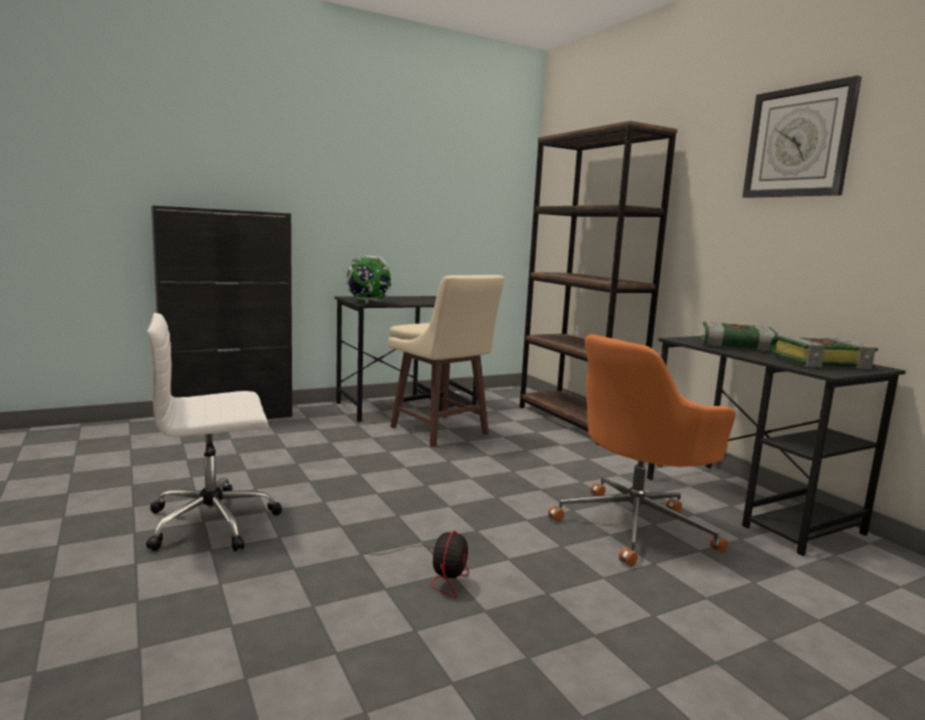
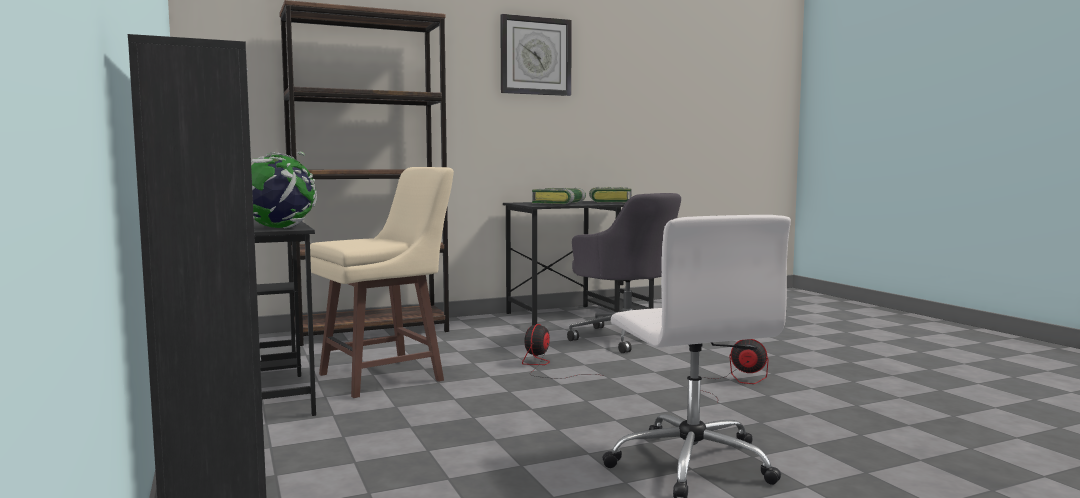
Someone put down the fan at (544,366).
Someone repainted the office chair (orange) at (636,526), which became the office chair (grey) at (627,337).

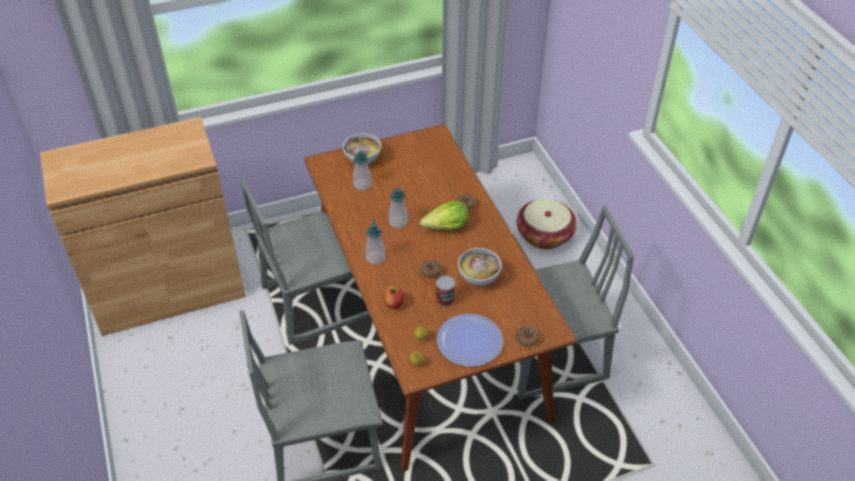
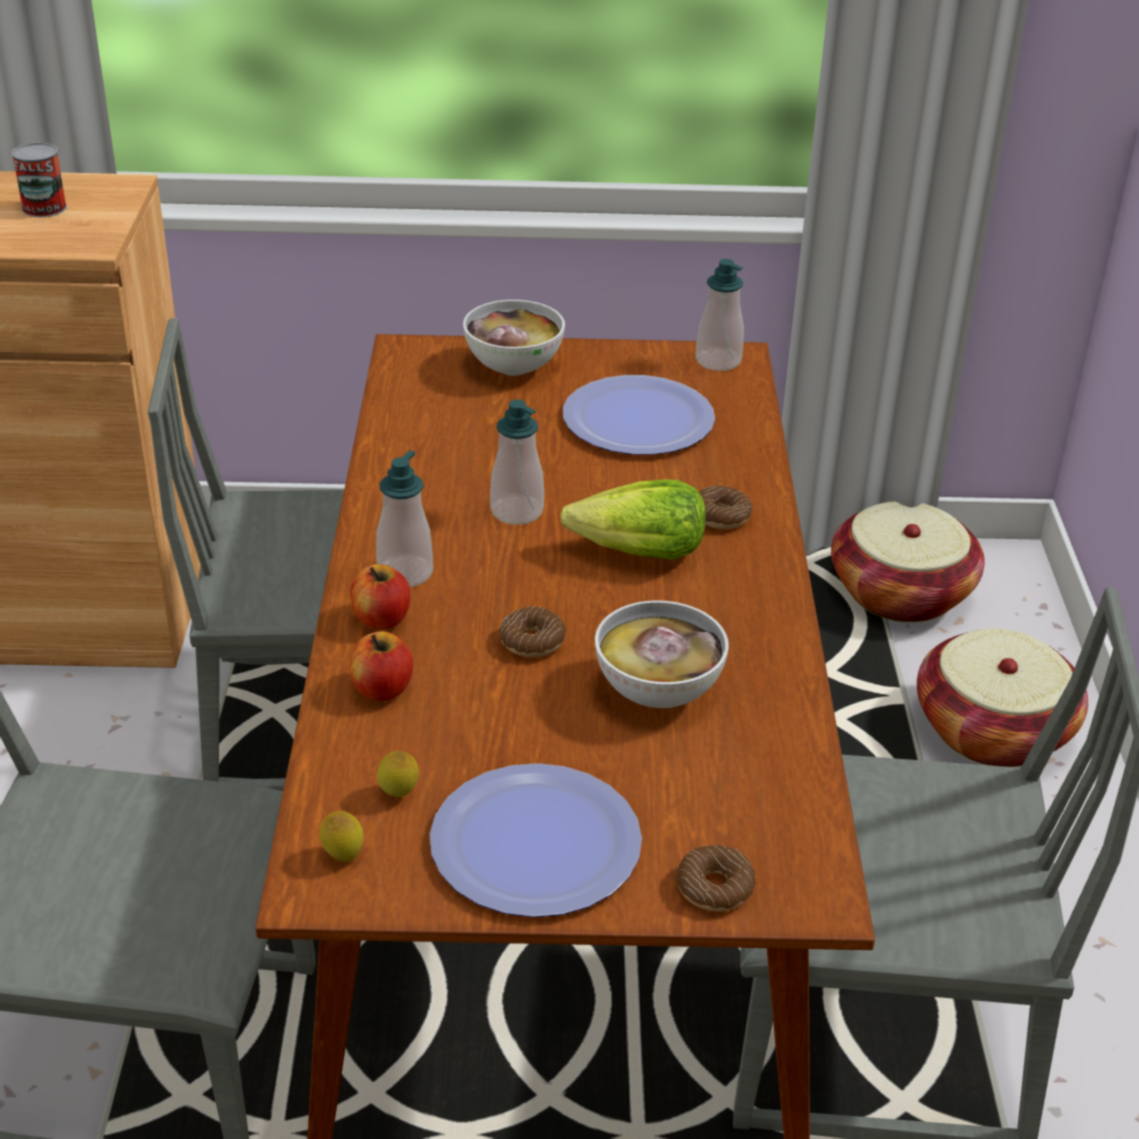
Someone carried the can from (445,299) to (44,208).
Someone put down the apple at (381,619).
Someone put down the plate at (638,419).
Someone carried the soap dispenser from (362,185) to (718,361).
Someone put down the basket at (900,593).

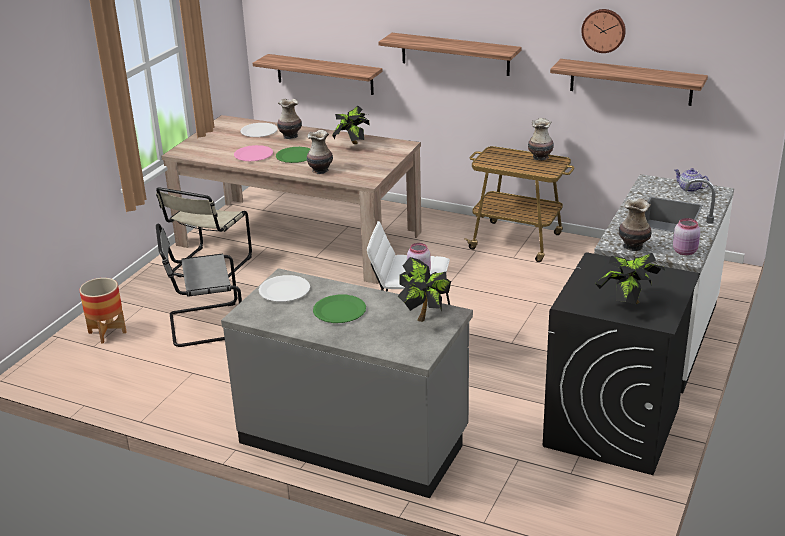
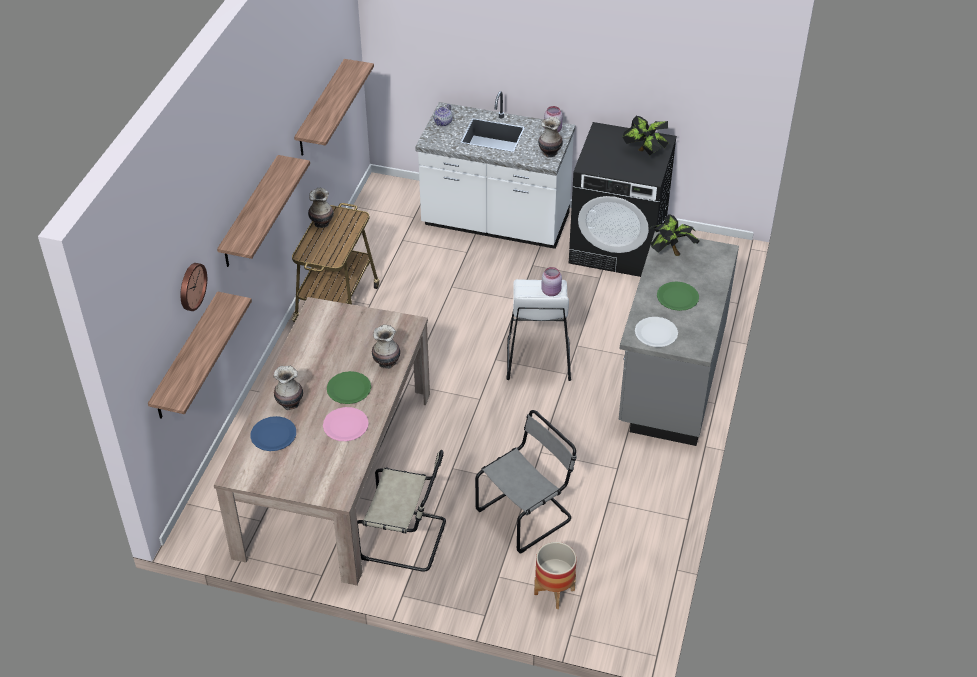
Someone carried the wall clock from (604,30) to (191,286).
Someone repainted the plate (white) at (259,131), which became the plate (blue) at (273,435).
Someone rotated the chair (grey) at (203,325) by 105 degrees counterclockwise.
Someone took away the potted plant at (352,145).

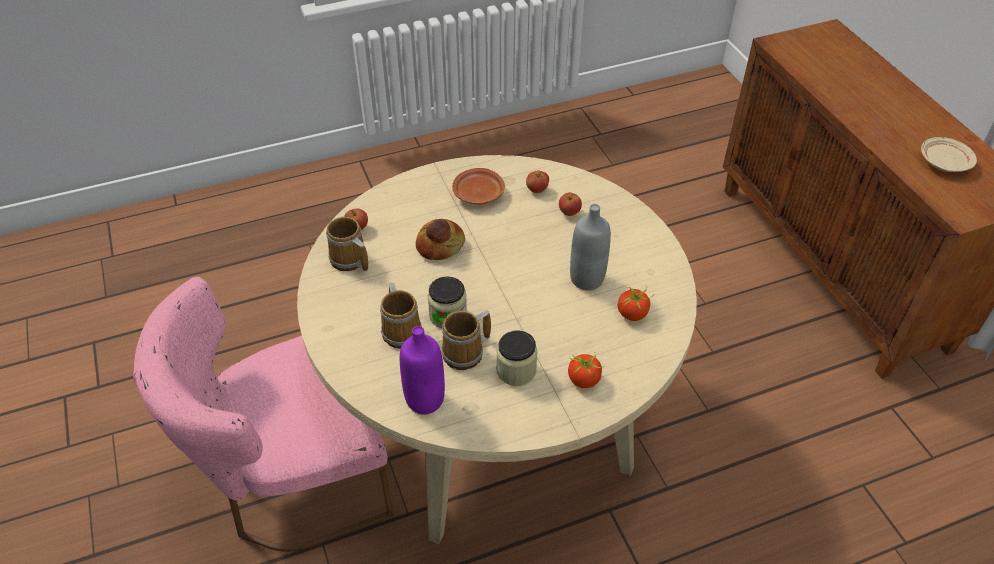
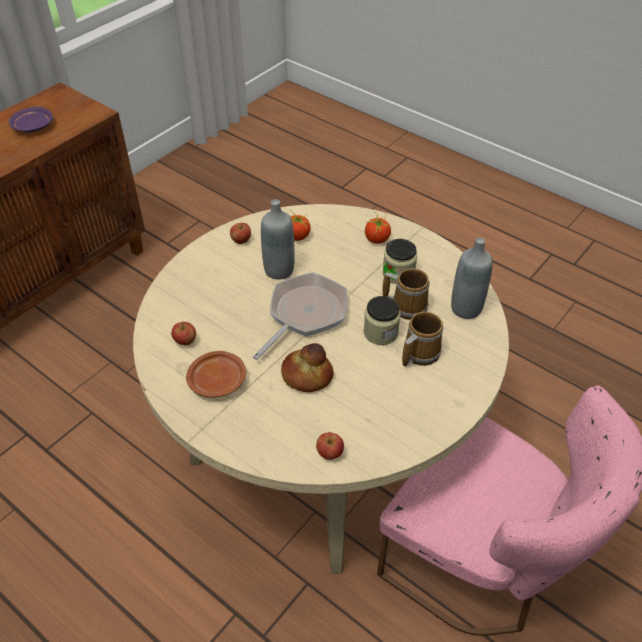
Someone repainted the plate (beige) at (943,162), which became the plate (purple) at (33,127).
Someone carried the apple from (569,212) to (241,240).
Someone put down the frying pan at (304,314).
Someone repainted the bottle (purple) at (425,400), which became the bottle (grey) at (466,308).
Someone took away the mug at (349,260).

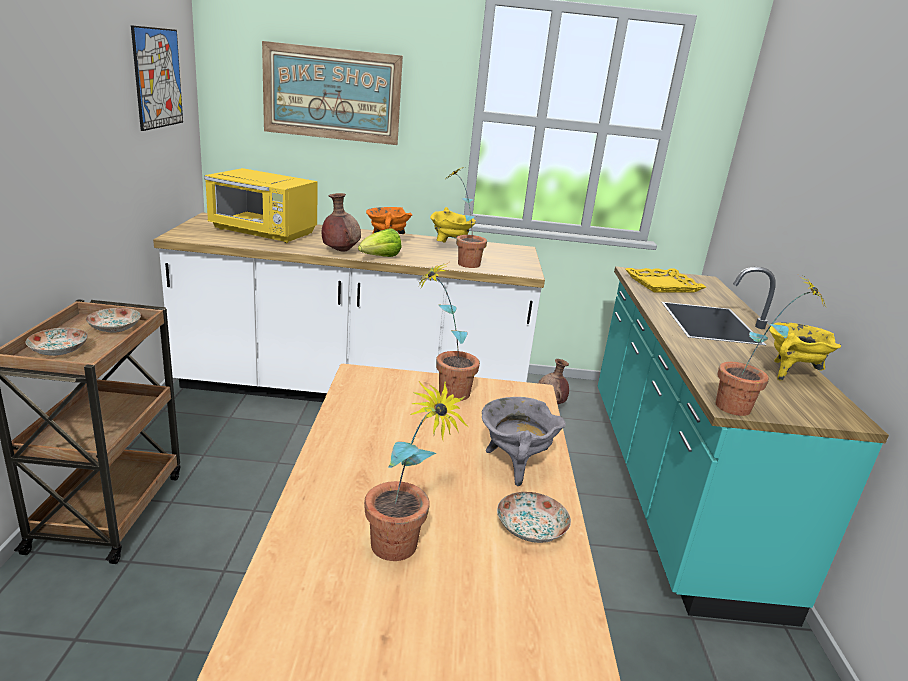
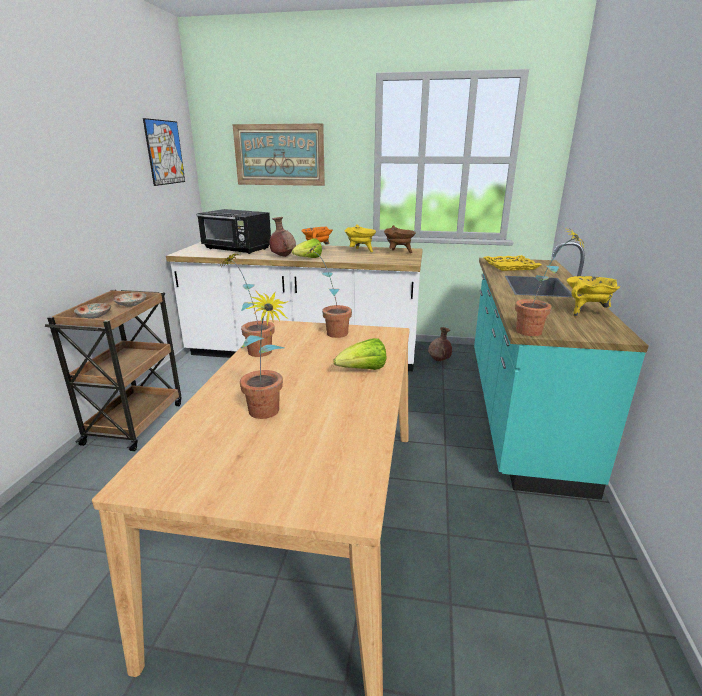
Someone repainted the microwave (yellow) at (264,232), which became the microwave (black) at (237,249).
Someone carried the potted plant from (462,263) to (253,350).
Someone swapped the cooking pot (grey) at (514,464) for the lettuce at (363,370).
Someone put down the cooking pot (brown) at (398,252).
Someone took away the plate at (531,528).

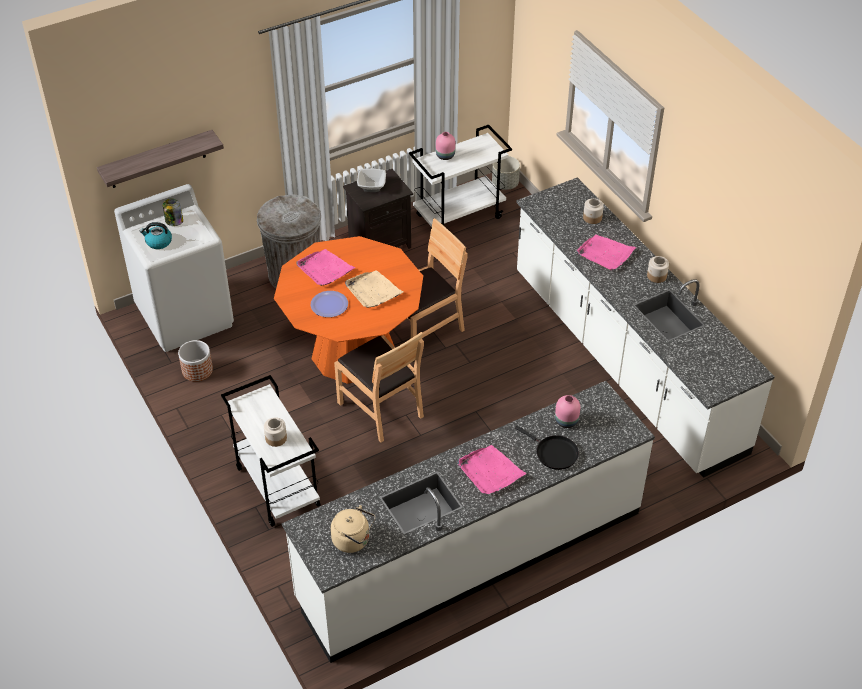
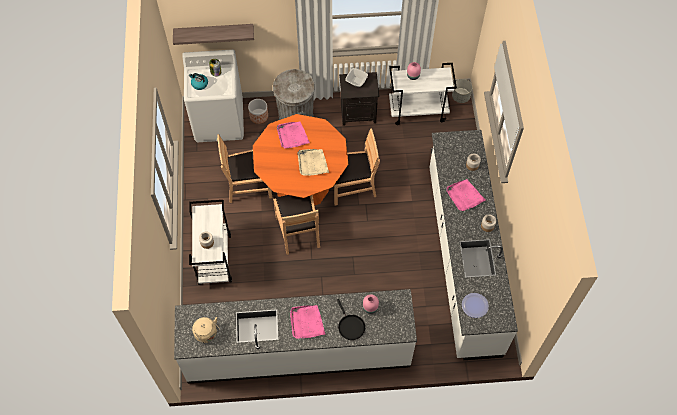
Someone put down the chair (brown) at (249,185).
Someone carried the planter from (197,370) to (258,116).
Someone carried the plate from (329,305) to (475,305).

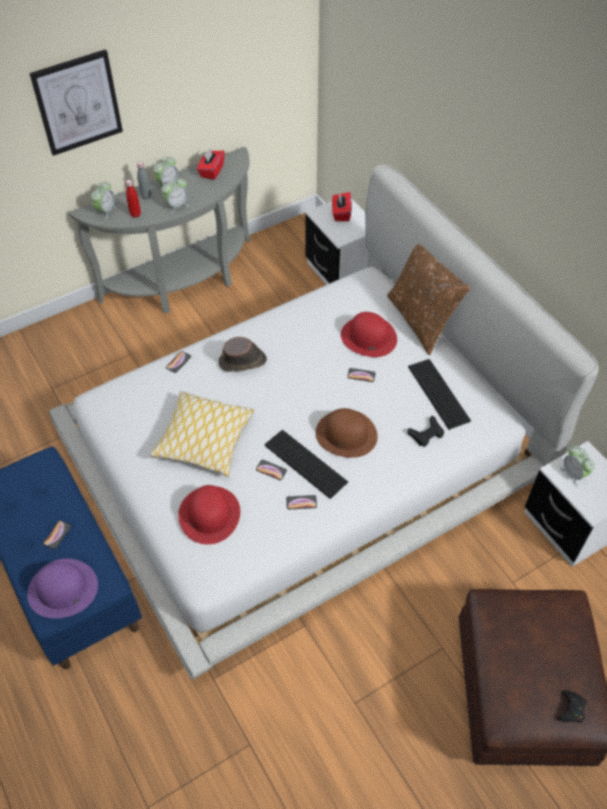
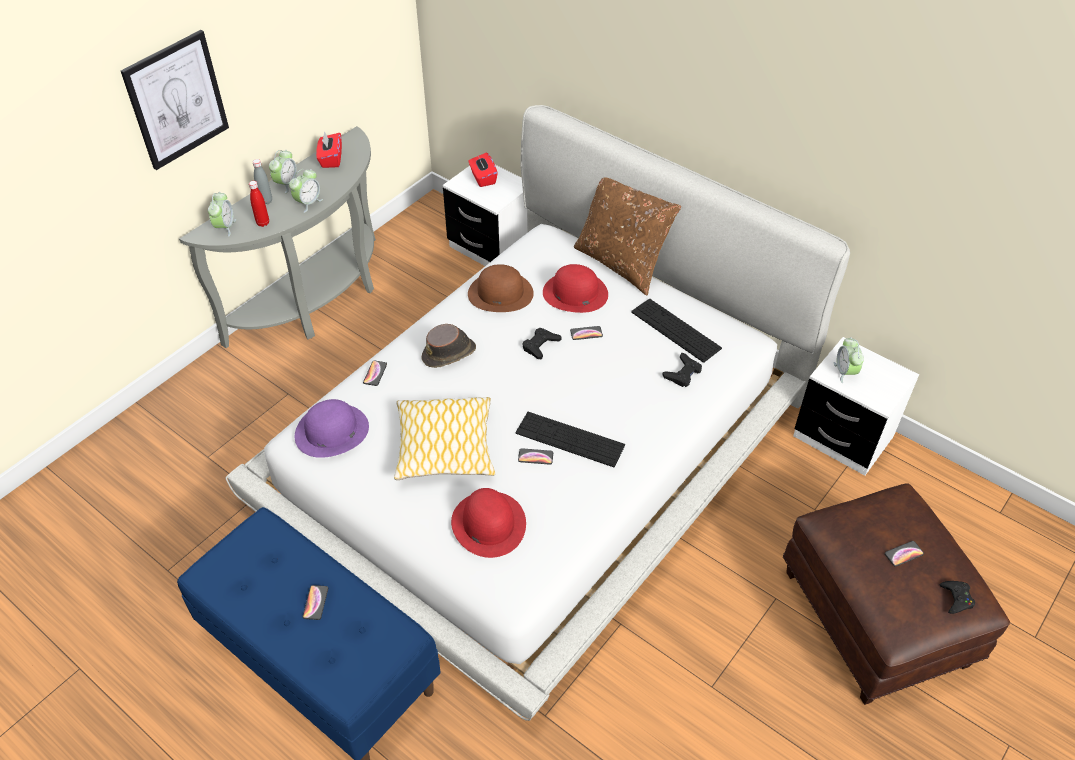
Someone carried the hat (purple) from (62,589) to (331,431).
Someone carried the hat (brown) from (346,434) to (500,293).
Someone put down the game controller (black) at (540,345).
Someone rotated the alarm clock at (573,474) by 45 degrees clockwise.
Someone carried the phone from (301,502) to (903,554).

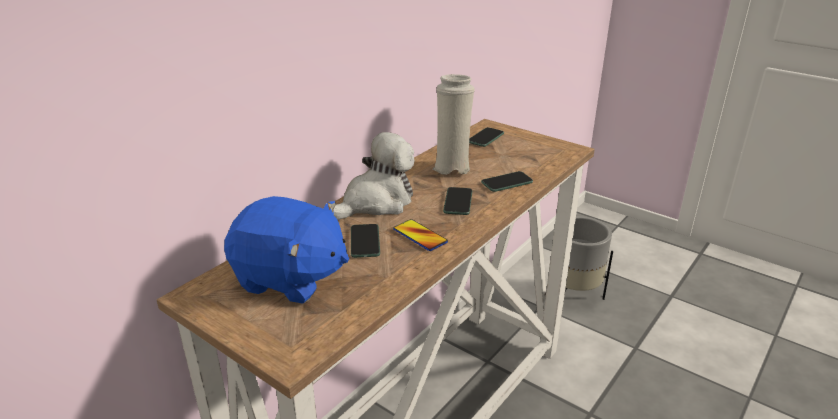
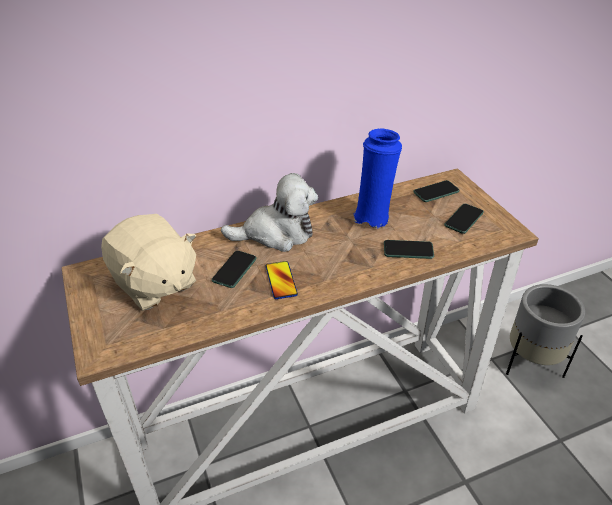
Someone repainted the plush toy (blue) at (290,278), which became the plush toy (beige) at (154,284).
Someone repainted the vase (white) at (452,167), which became the vase (blue) at (373,216).
Someone carried the phone from (458,202) to (463,219).

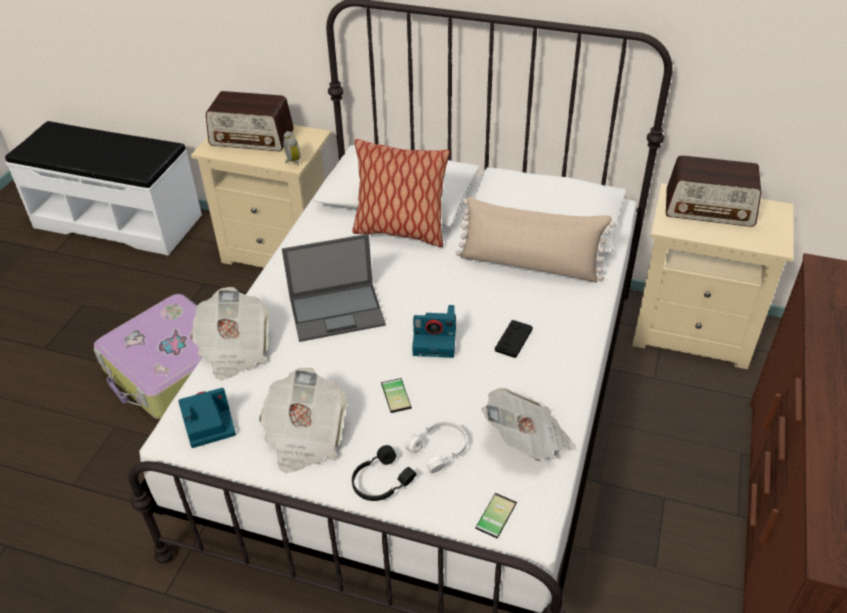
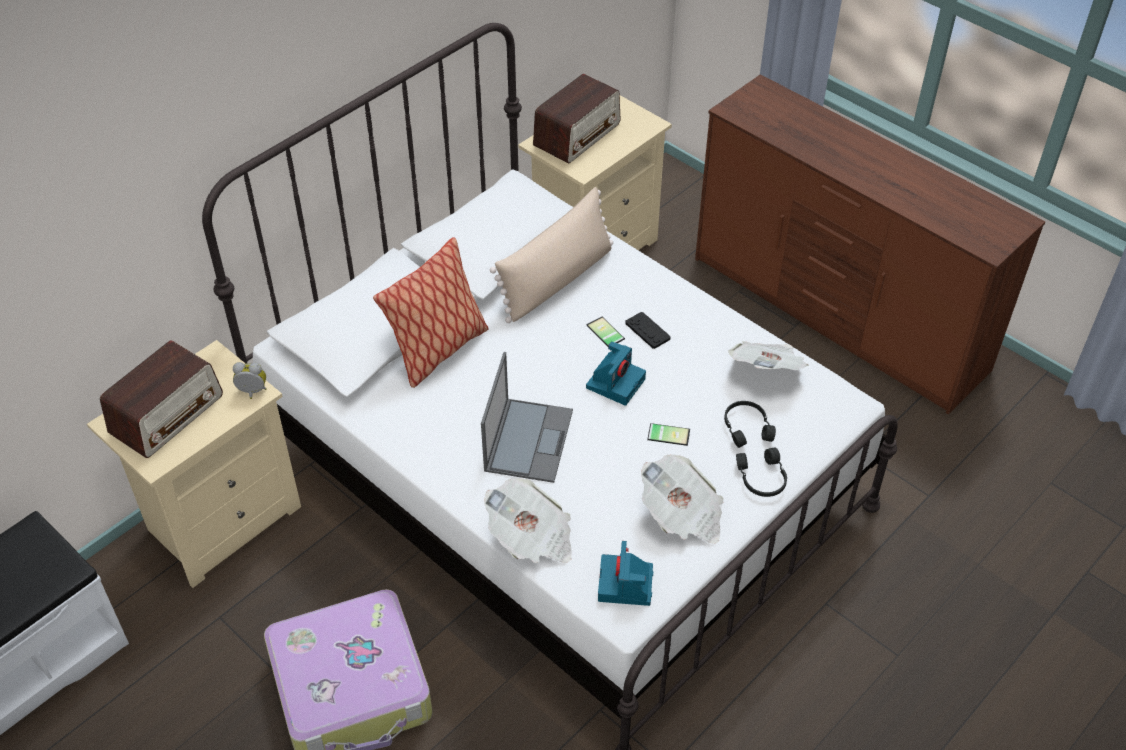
Someone carried the phone from (493,514) to (603,333).
Someone repainted the headphones (white) at (440,449), which became the headphones (black) at (747,428).

